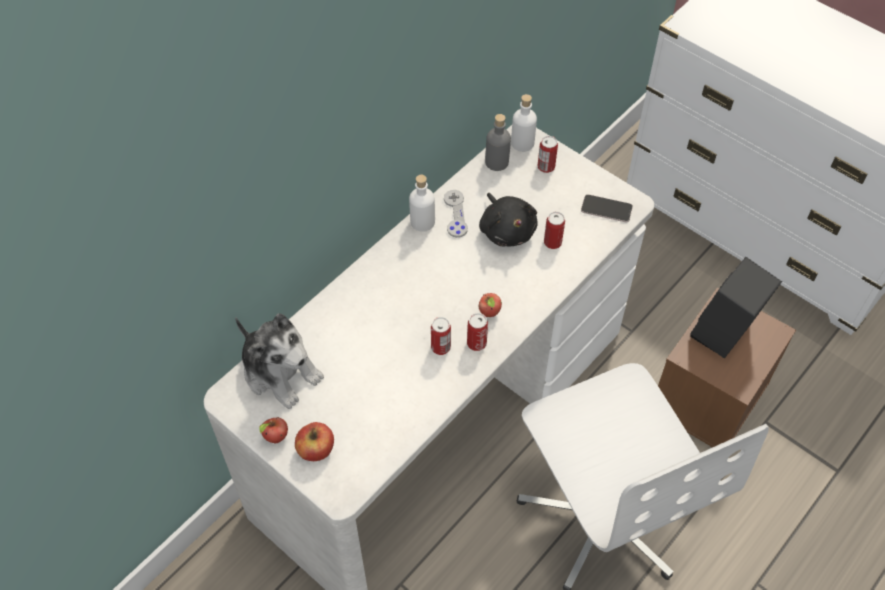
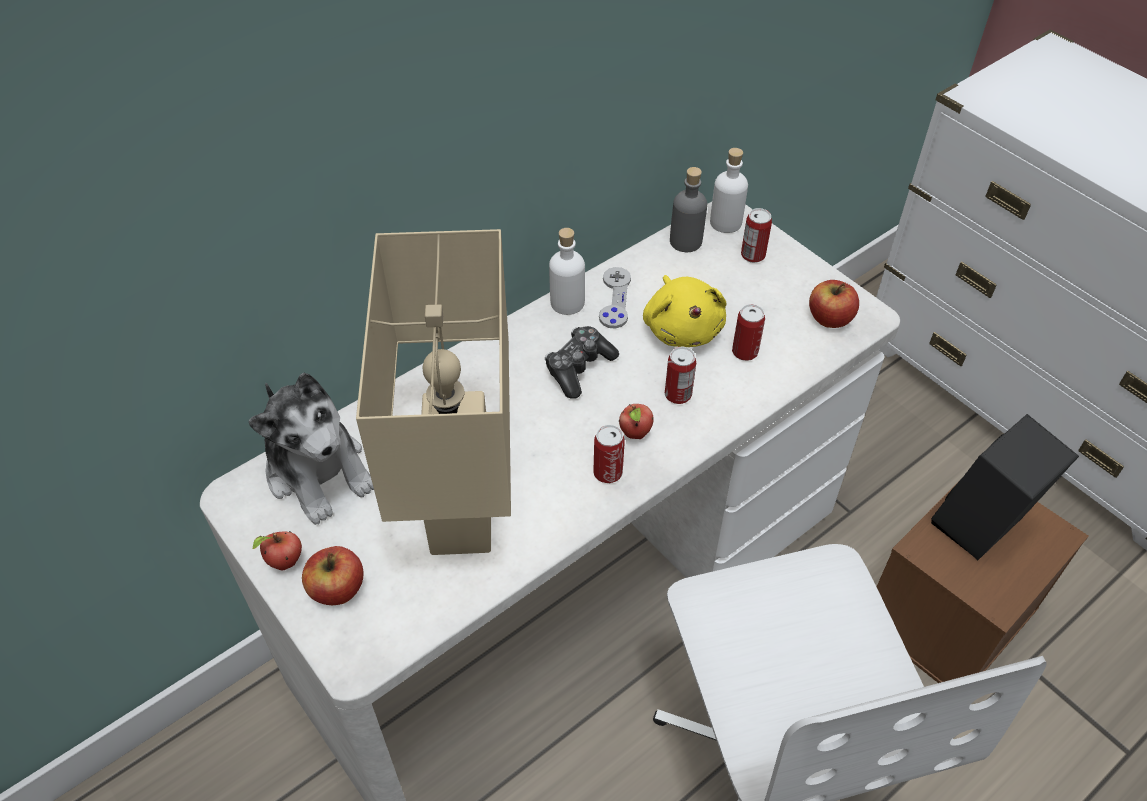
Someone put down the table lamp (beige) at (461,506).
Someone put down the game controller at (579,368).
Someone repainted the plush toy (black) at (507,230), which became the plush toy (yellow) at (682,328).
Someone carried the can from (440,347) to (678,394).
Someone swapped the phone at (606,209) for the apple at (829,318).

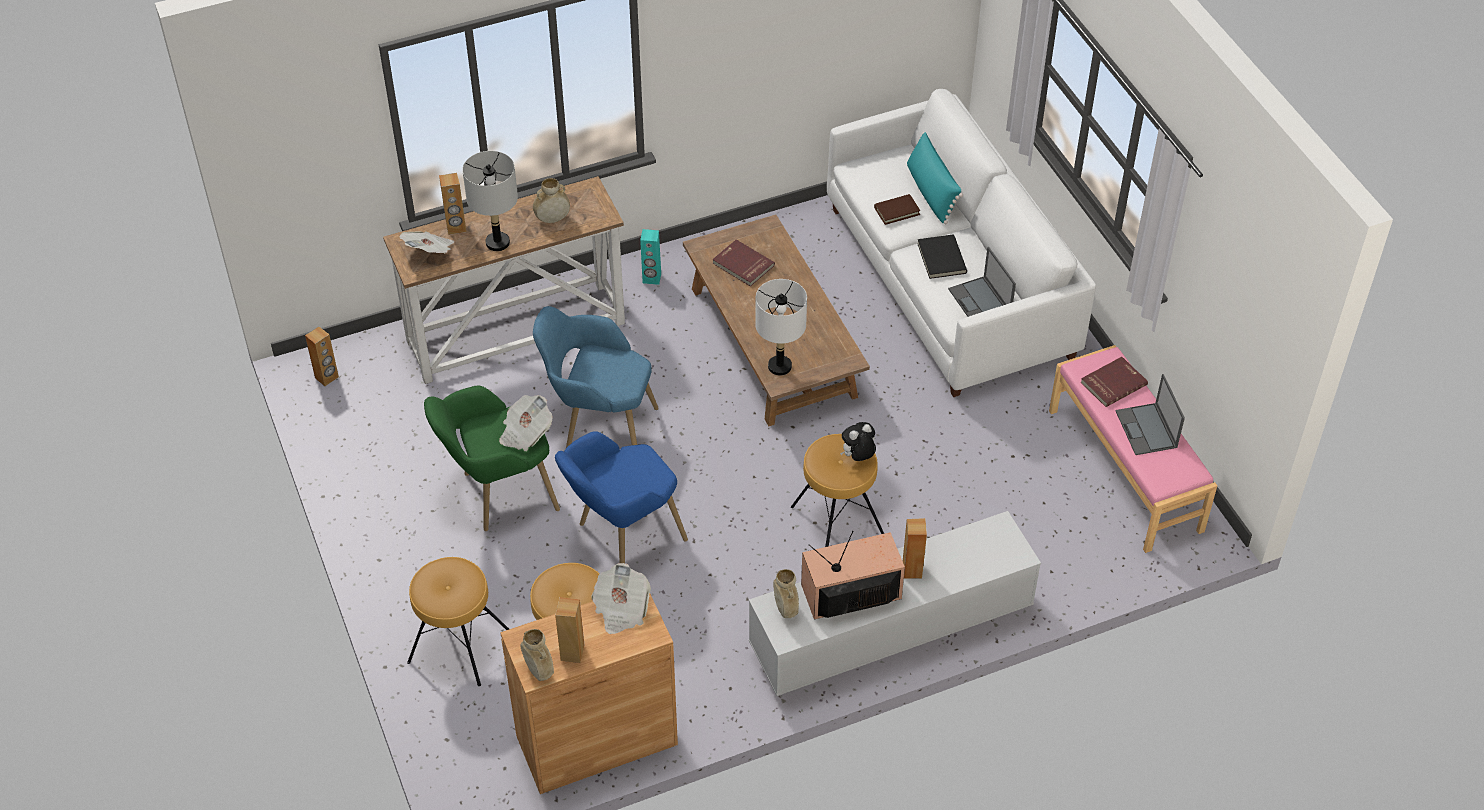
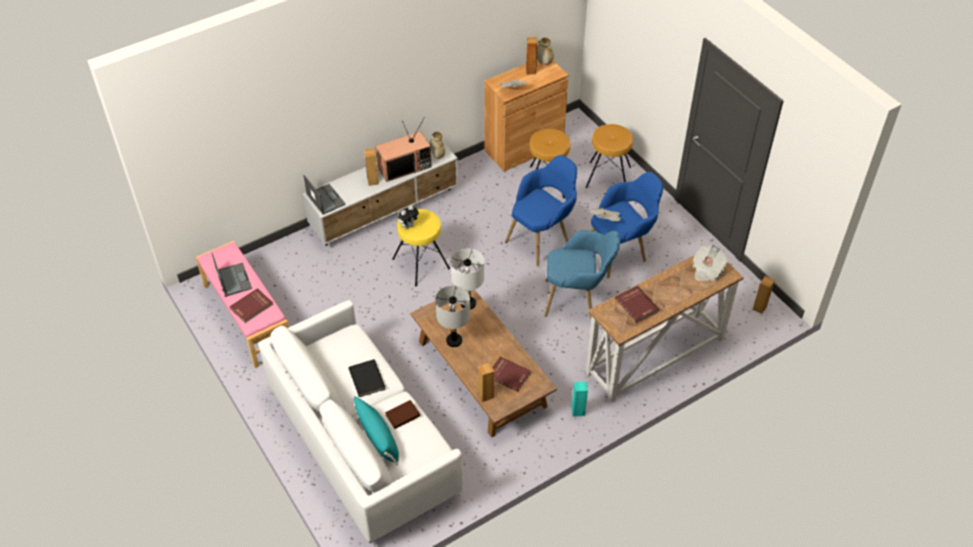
Someone carried the laptop from (980,302) to (325,199).
Someone repainted the stool (brown) at (837,522), which became the stool (yellow) at (421,263).
Someone carried the table lamp (grey) from (498,243) to (454,341).
Someone carried the speaker (brown) from (456,227) to (486,395).
Someone repainted the armchair (green) at (497,496), which became the armchair (blue) at (621,252).
Someone swapped the vase (beige) at (552,219) for the book (red) at (637,305).

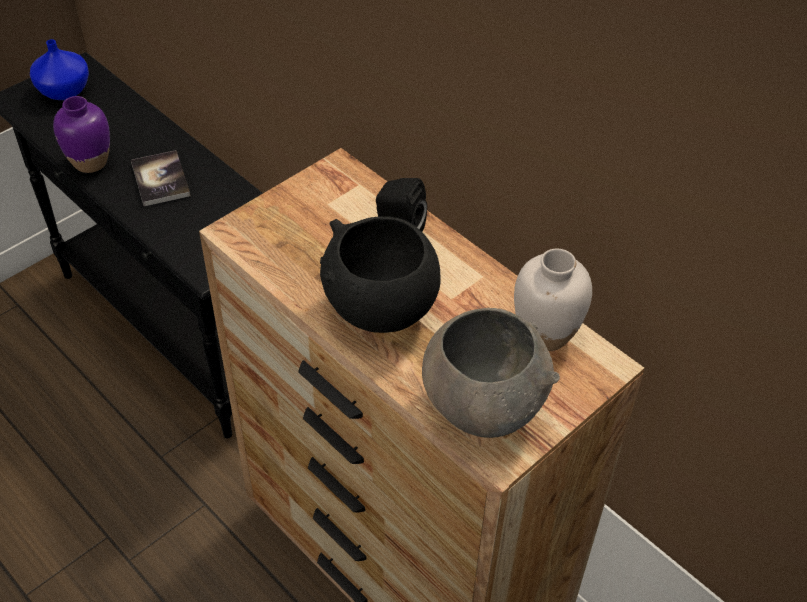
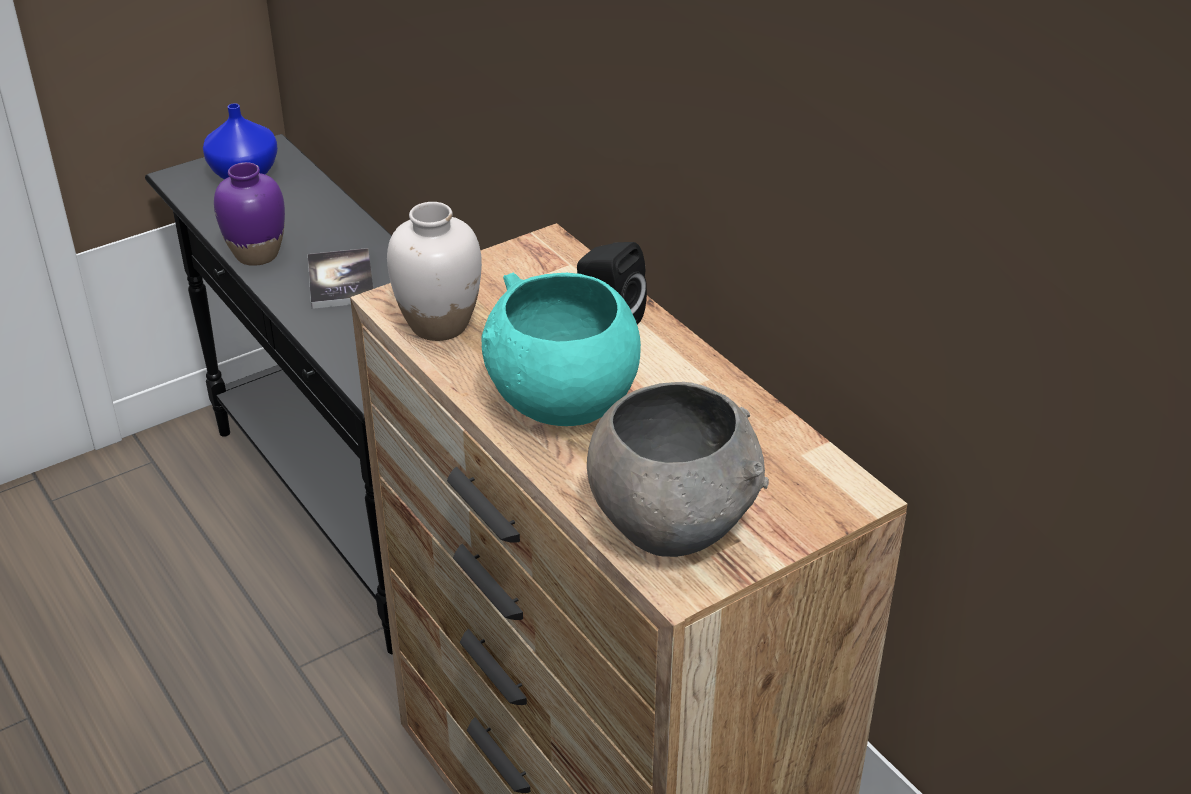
Someone carried the vase (white) from (545,333) to (439,324).
Someone repainted the bowl (black) at (380,310), which became the bowl (turquoise) at (562,404).

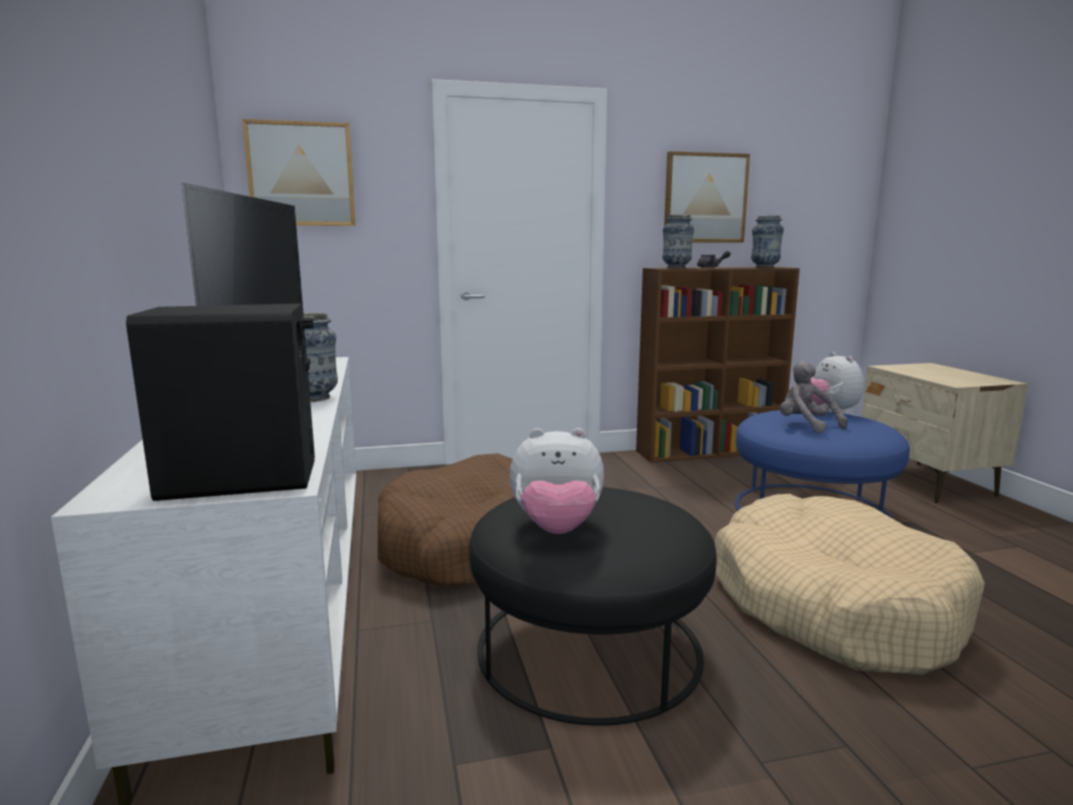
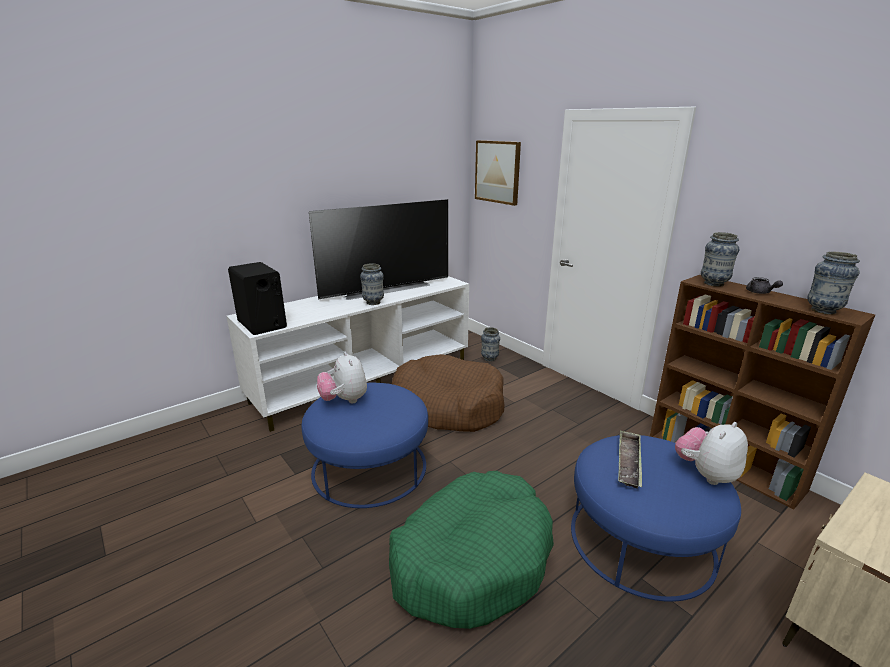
Someone repainted the ottoman (black) at (589,647), which became the ottoman (blue) at (369,467).
Someone repainted the dog bed (beige) at (833,605), which became the dog bed (green) at (471,558).
Someone put down the vase at (489,359).
Someone swapped the plush toy (grey) at (806,425) for the tray at (629,462).
Someone took away the picture at (705,198).

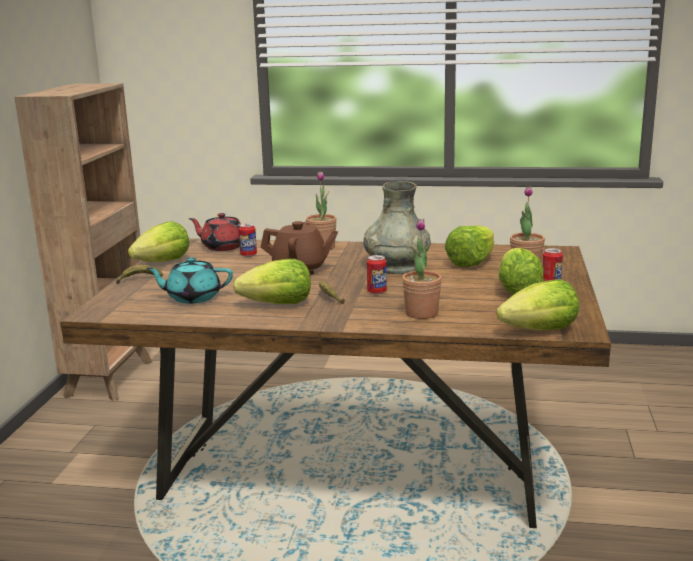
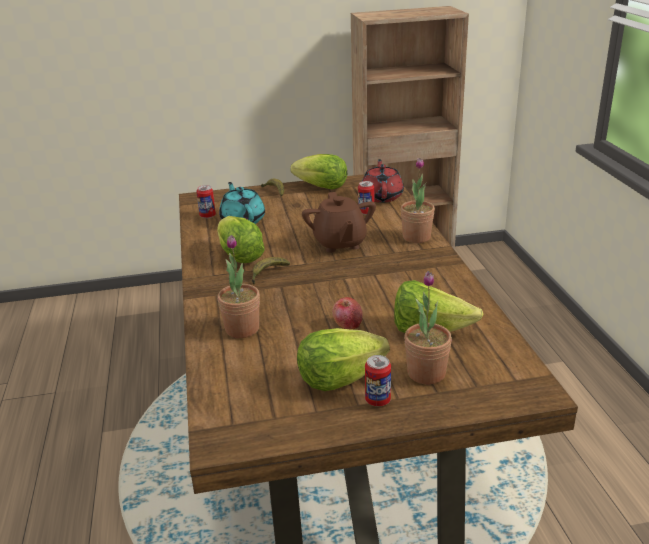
Someone carried the can from (377,292) to (207,216).
Someone put down the apple at (347,324).
Someone took away the vase (grey) at (396,265).
Someone took away the lettuce at (541,331).

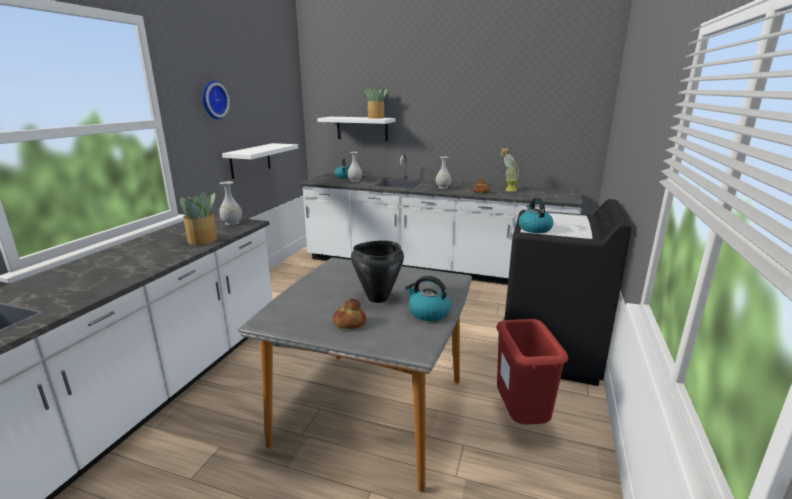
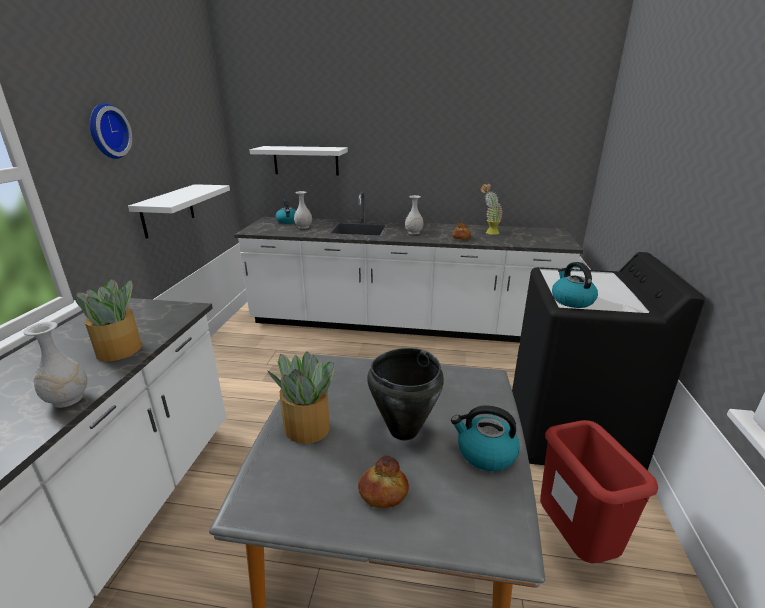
Someone carried the vase (white) from (231,223) to (67,400).
Someone carried the potted plant from (376,118) to (307,428).

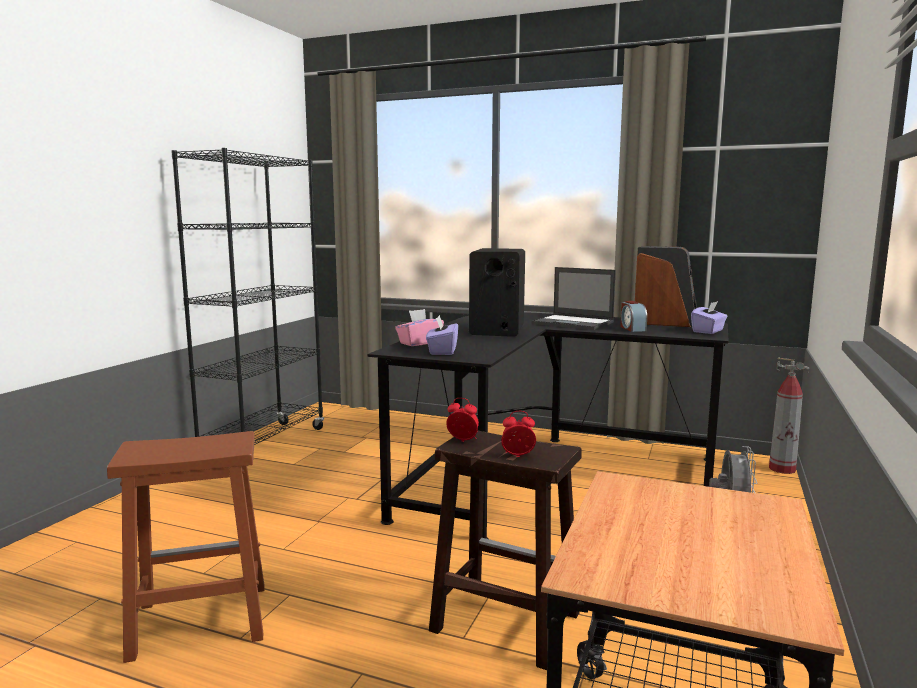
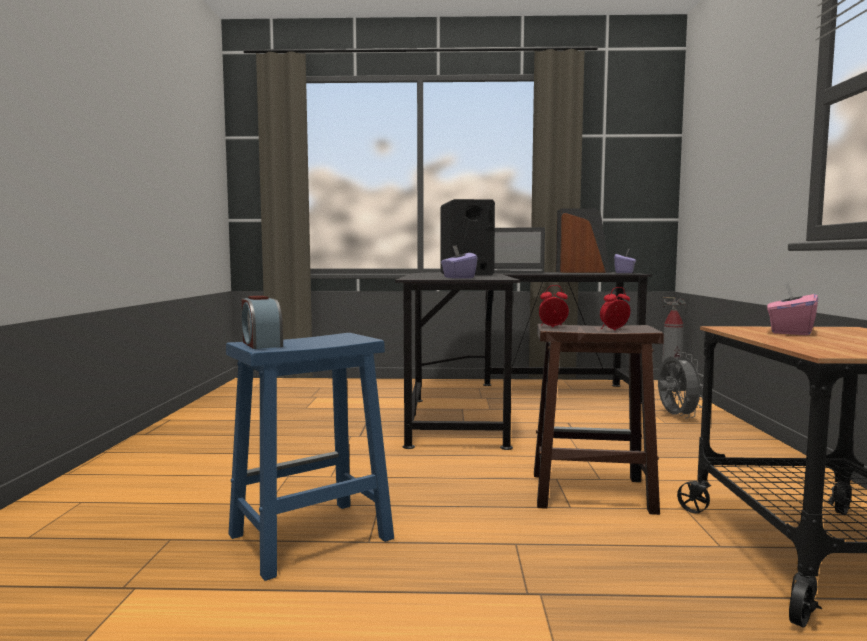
Someone repainted the stool (brown) at (197,622), which became the stool (blue) at (308,538).
Someone carried the alarm clock from (632,328) to (261,344).
Someone carried the tissue box (pink) from (419,343) to (790,332).
Someone took away the bookcase (black) at (264,445).

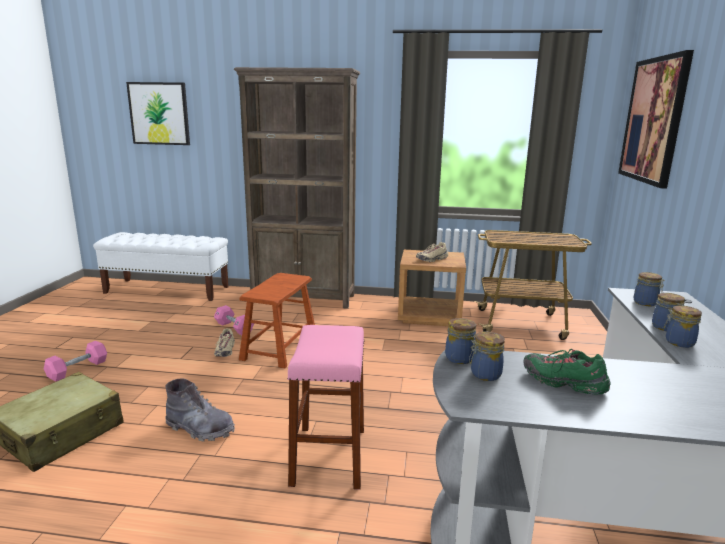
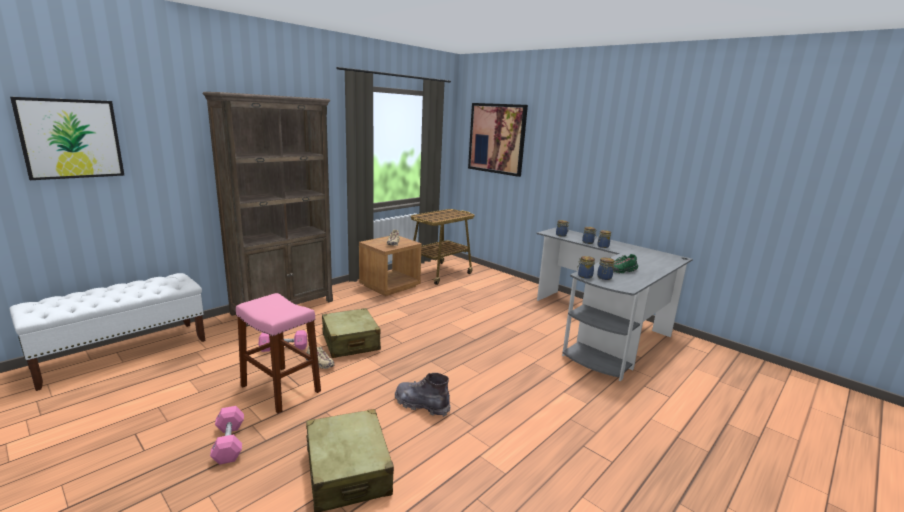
Someone carried the stool (pink) from (329,456) to (280,388).
Someone swapped the stool (brown) at (280,347) for the suitcase (beige) at (350,342).
Someone rotated the boot (grey) at (200,429) by 120 degrees counterclockwise.

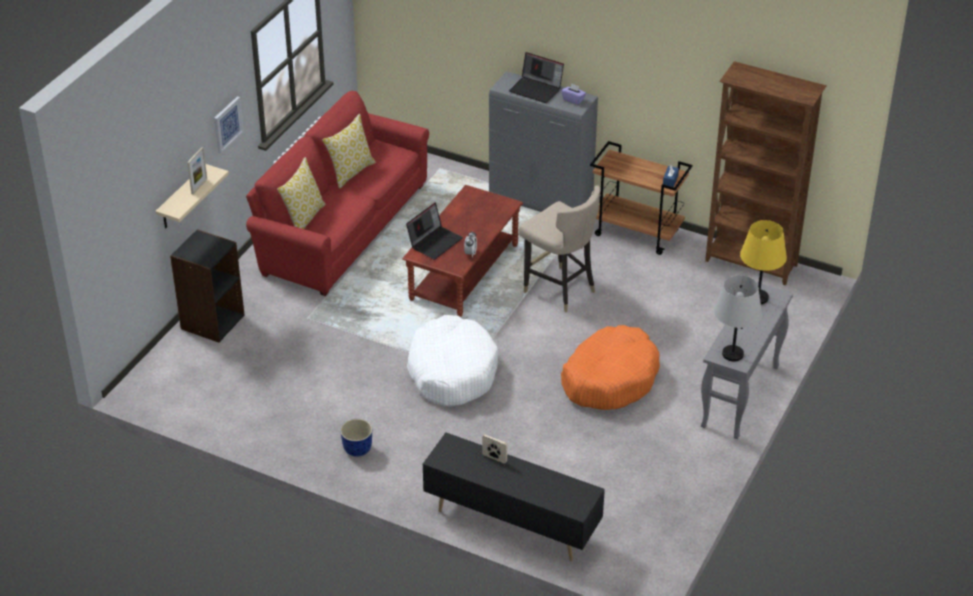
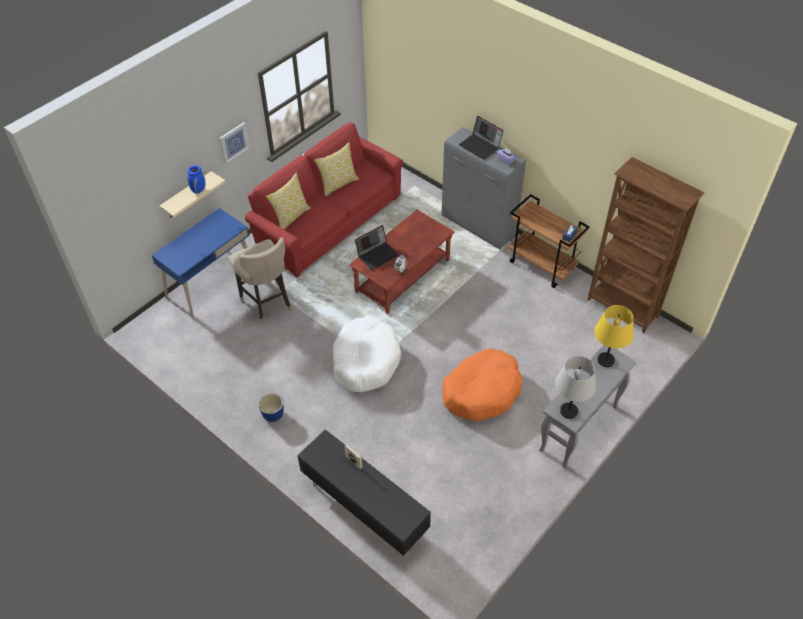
Someone swapped the bookcase (black) at (212,321) for the desk (blue) at (211,283).
Someone swapped the picture frame at (199,186) for the vase (blue) at (198,190).
Someone carried the stool (beige) from (559,290) to (267,303).

